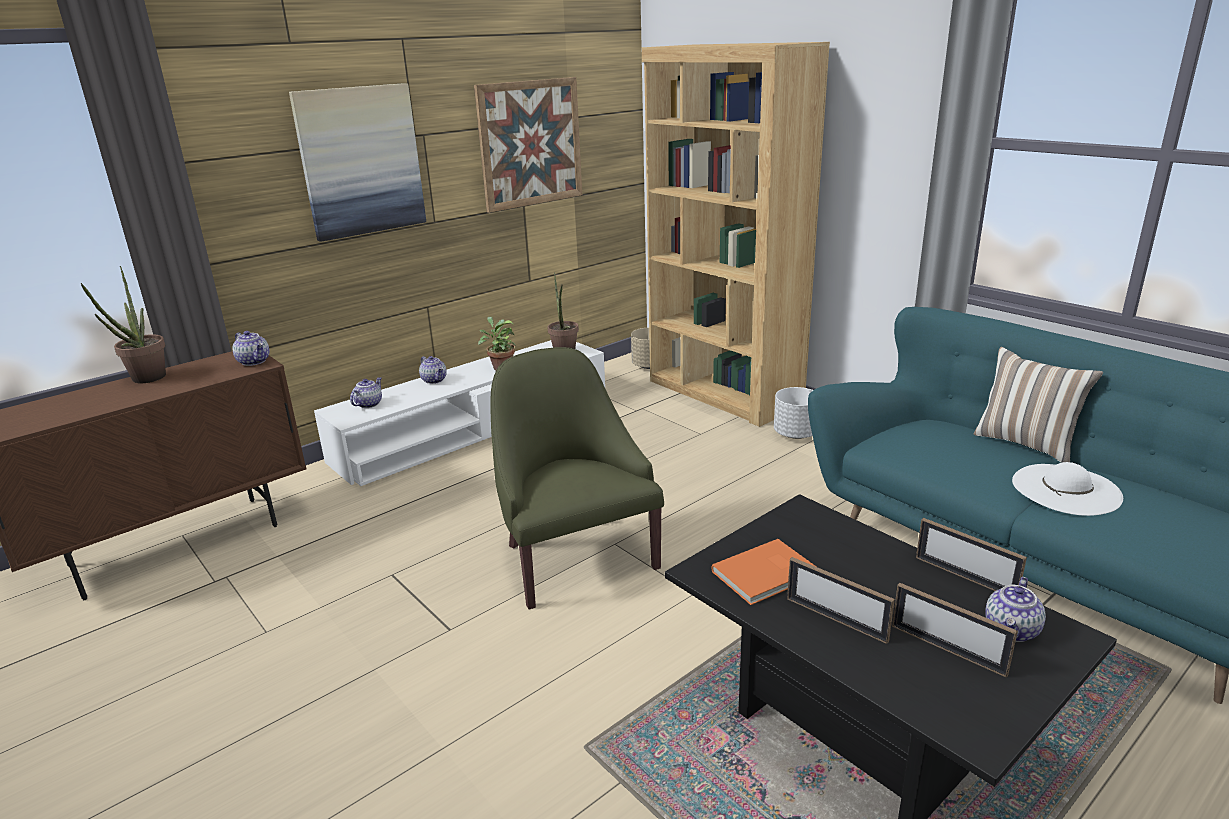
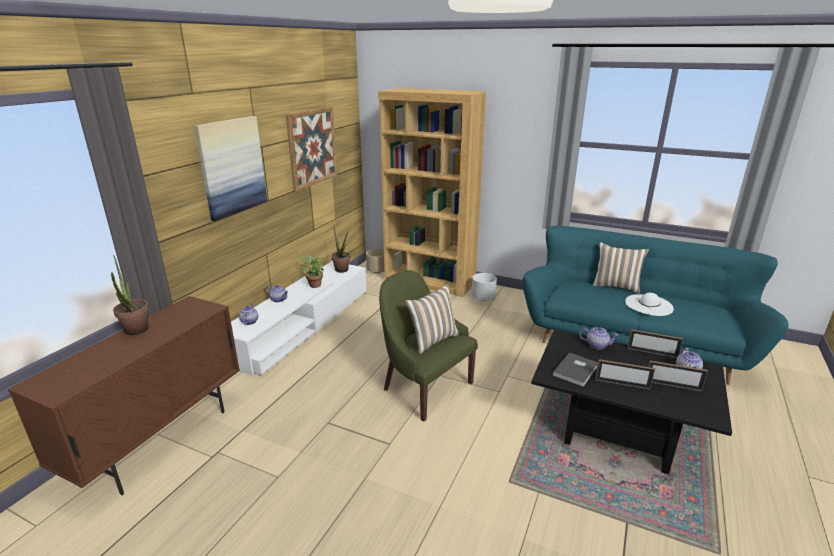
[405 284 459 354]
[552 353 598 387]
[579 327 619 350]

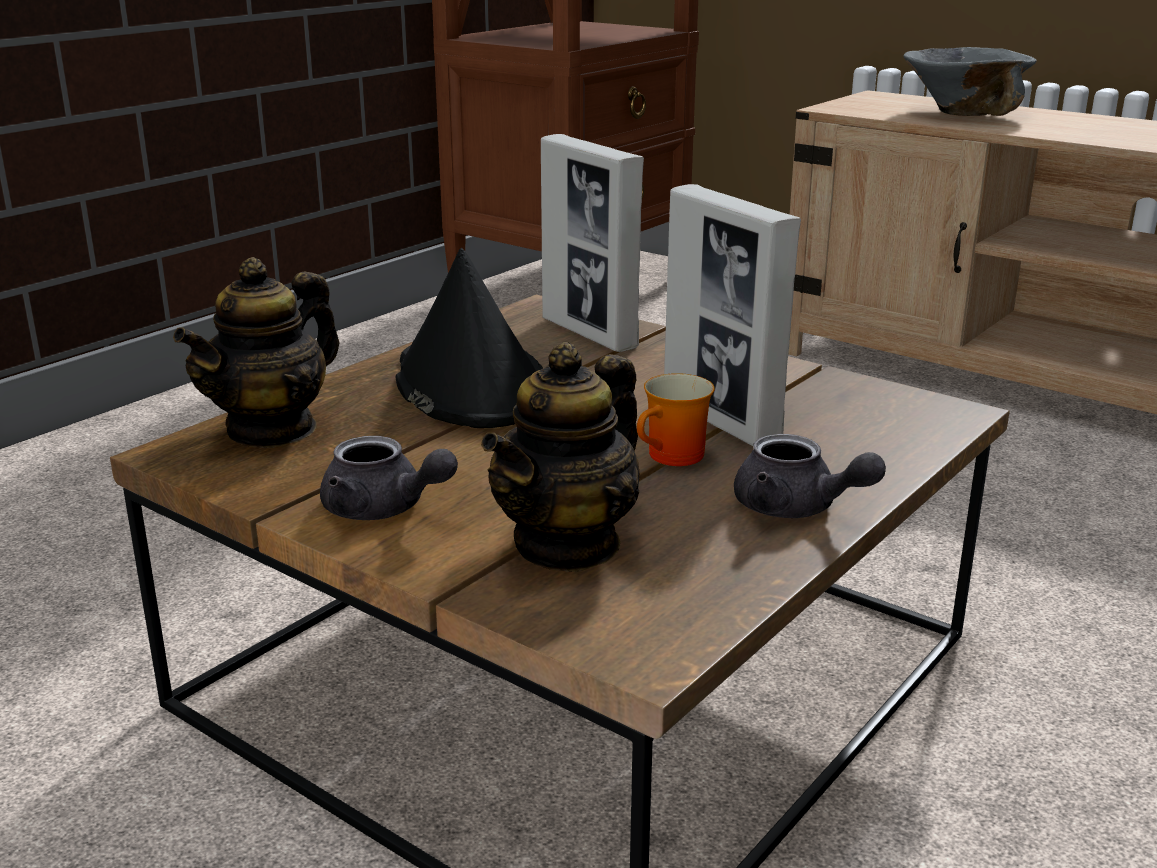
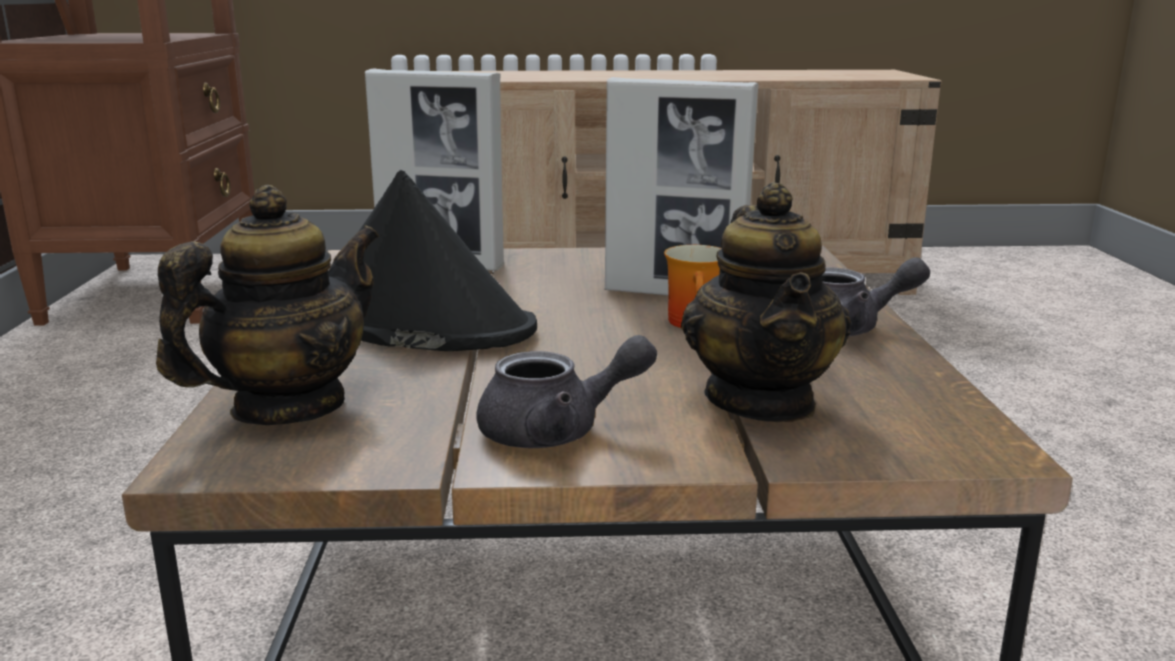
[156 185 379 425]
[904 47 1037 116] (first image)

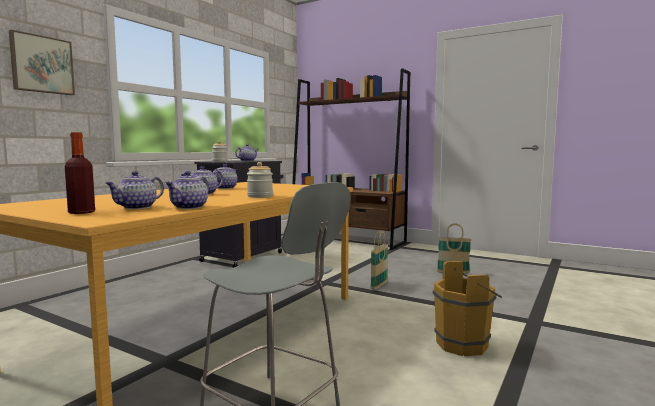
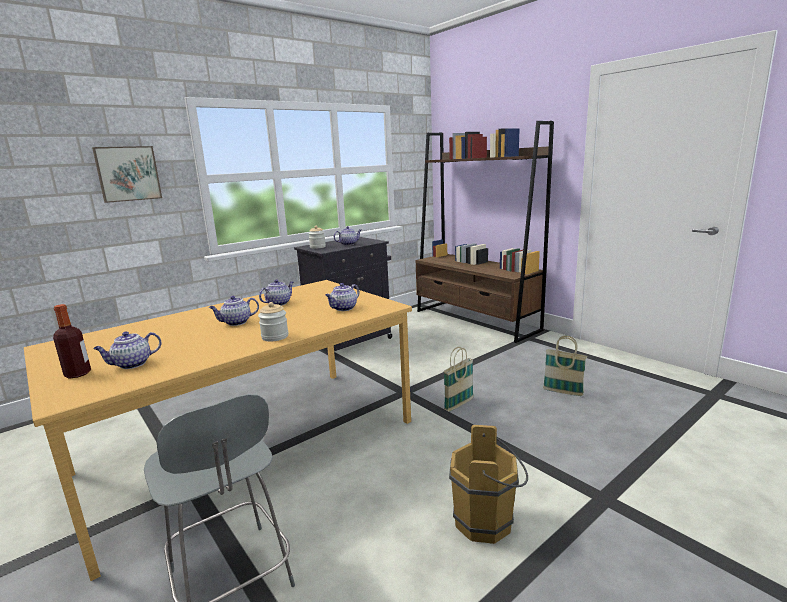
[325 283 360 311]

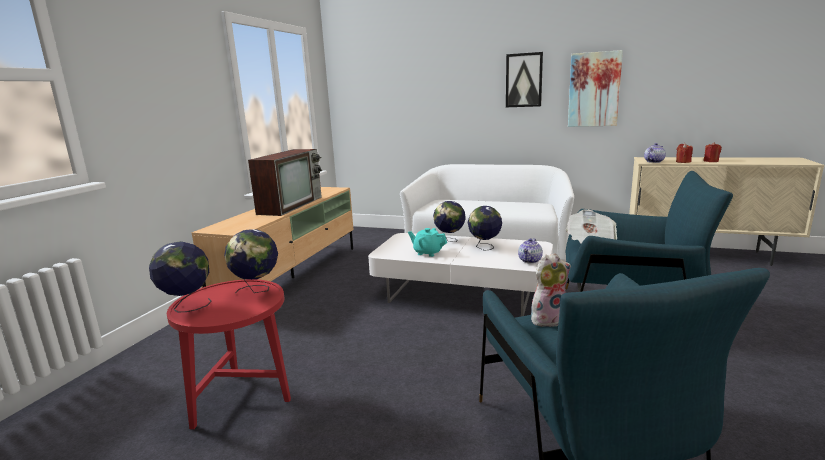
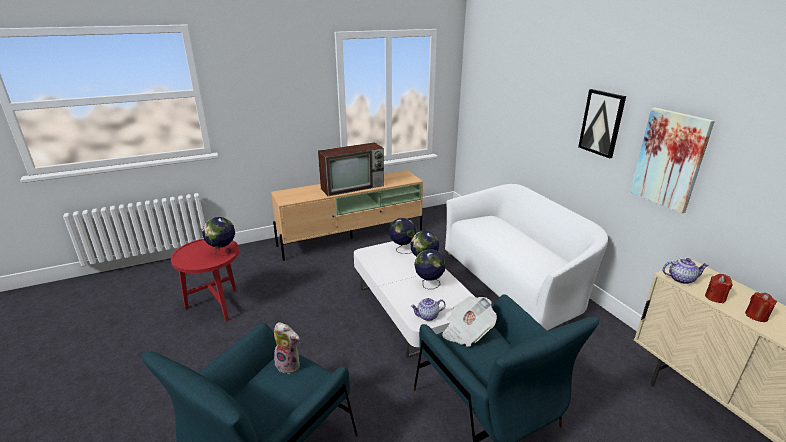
[389 218 416 254]
[408 228 447 257] (first image)

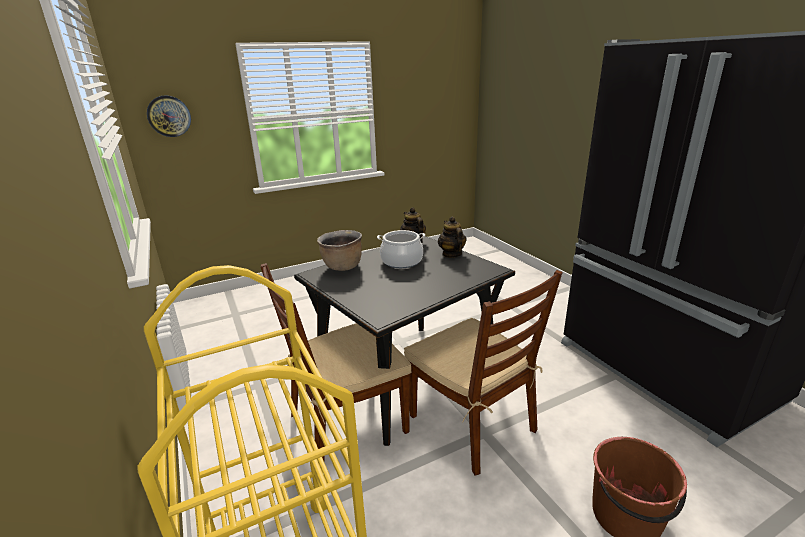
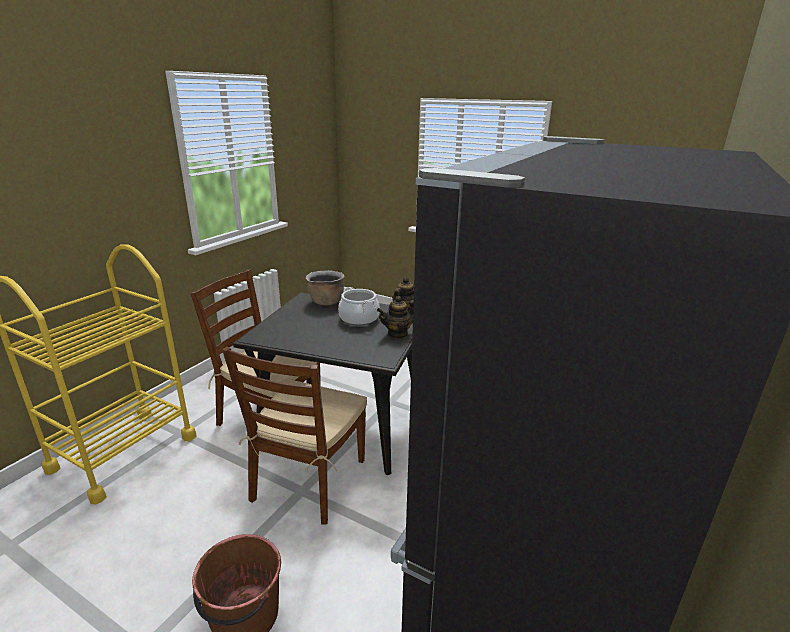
[377 296 414 339]
[147 95 191 137] (first image)

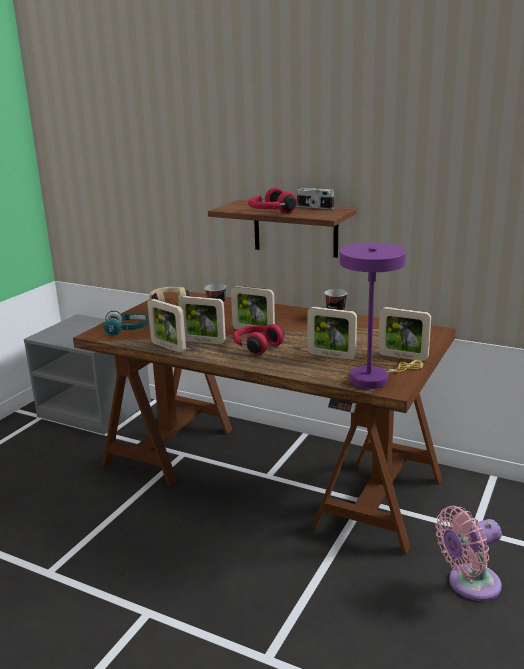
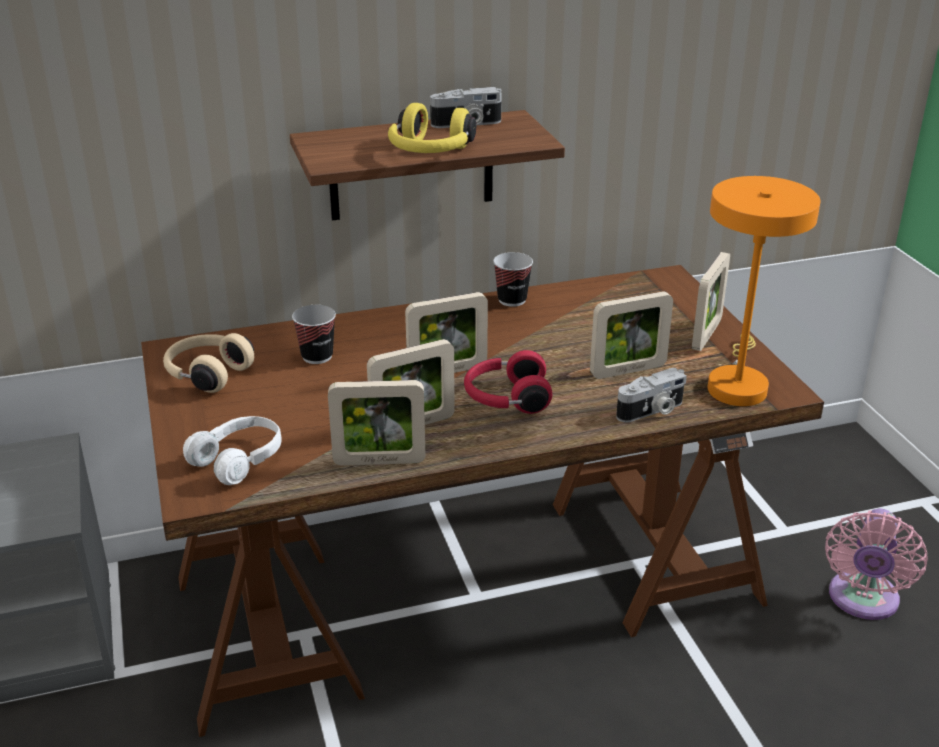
[183 416 282 485]
[388 103 476 153]
[616 368 687 422]
[692 252 730 351]
[708 176 821 406]

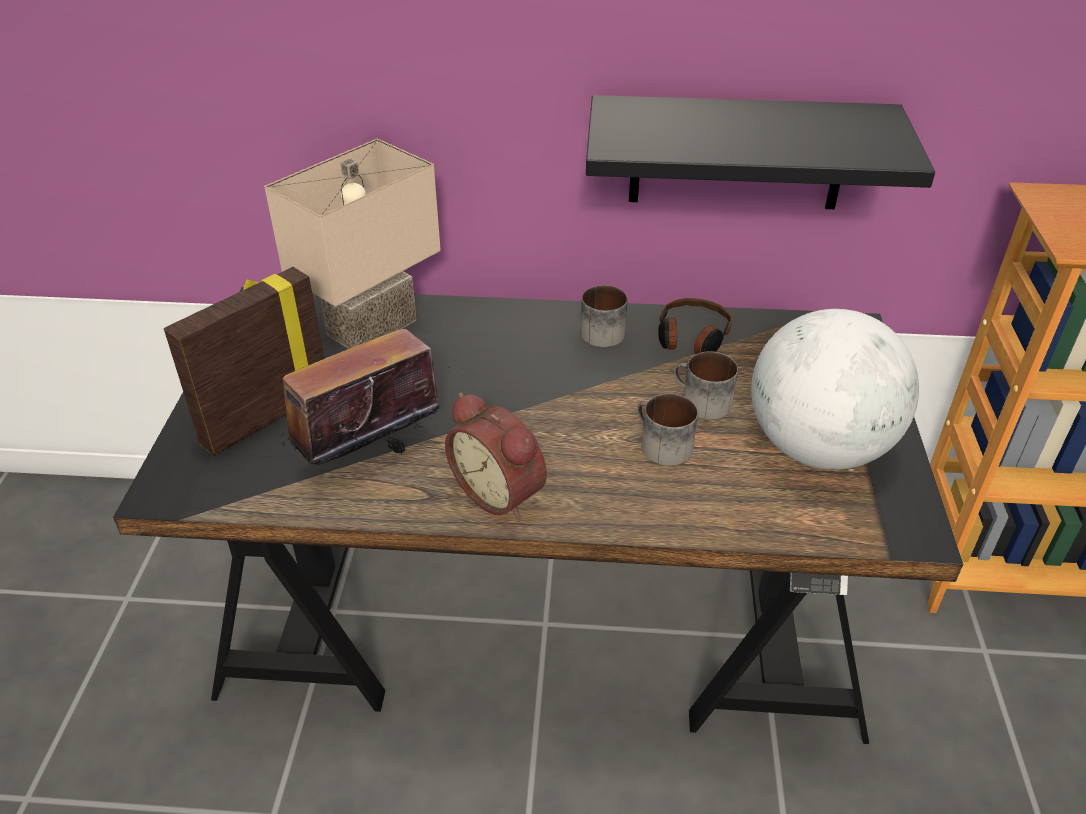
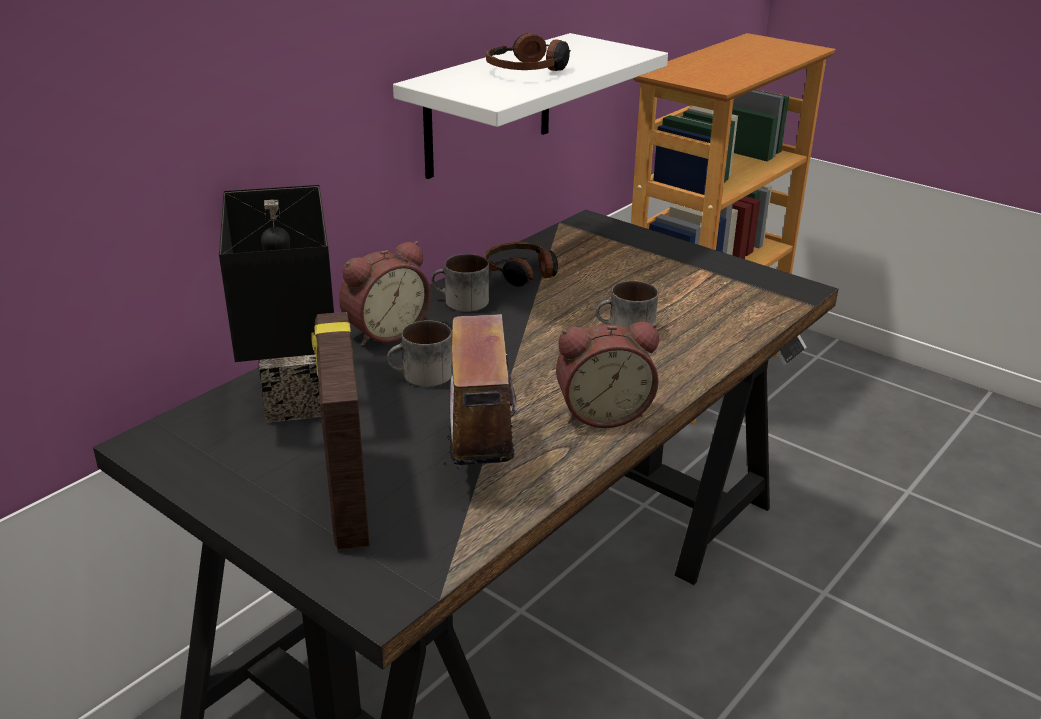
[219 185 334 423]
[339 241 431 346]
[386 320 452 387]
[393 33 668 179]
[486 33 571 71]
[751 309 919 469] (first image)

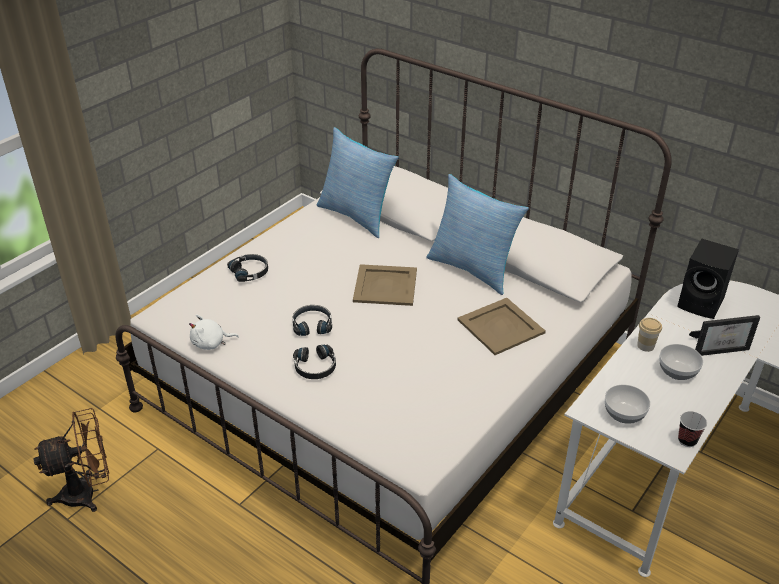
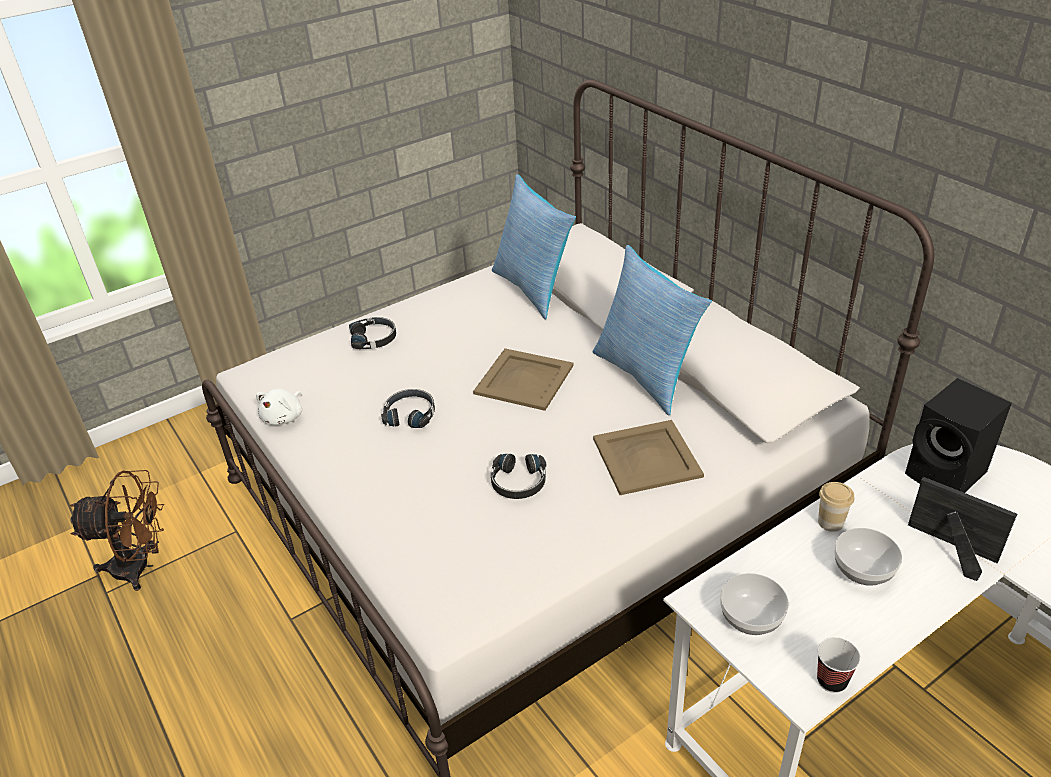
[256 389 302 425]
[491 454 546 499]
[908 477 1017 581]

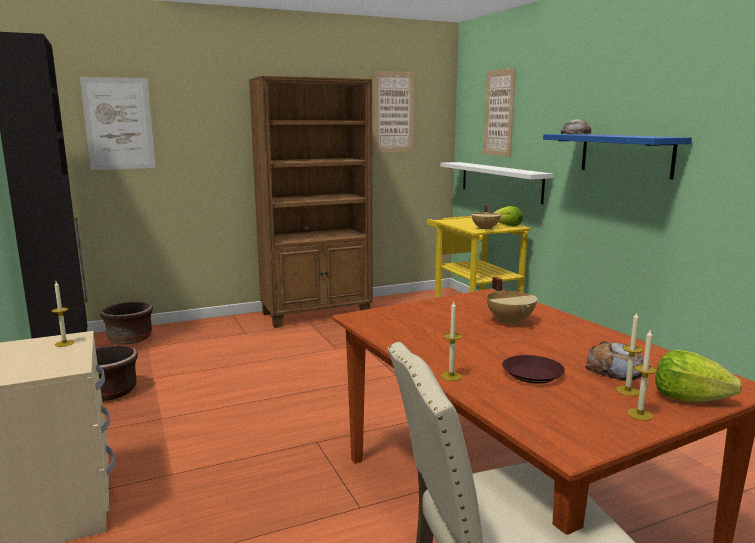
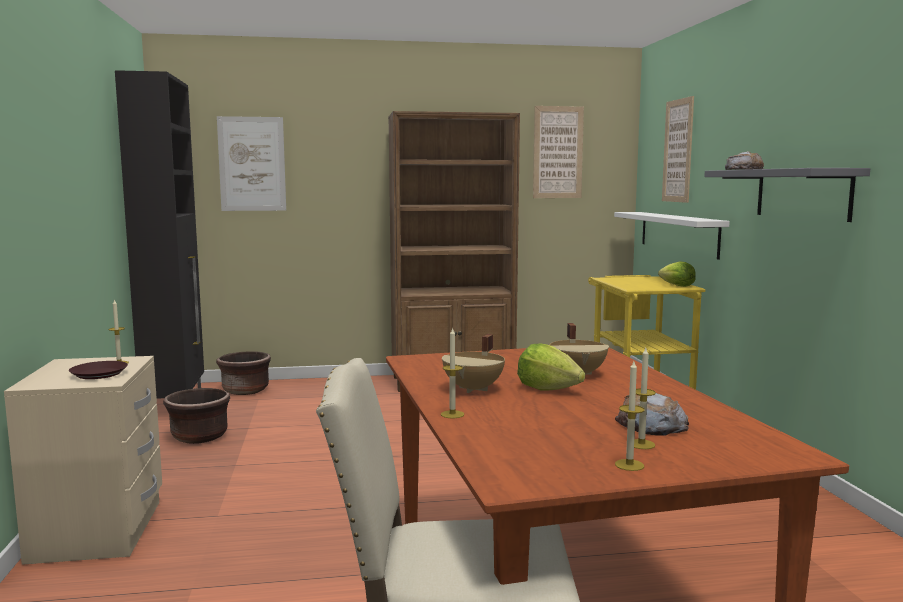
[69 361 128 379]
[442 334 505 393]
[517 344 585 390]
[704 168 870 222]

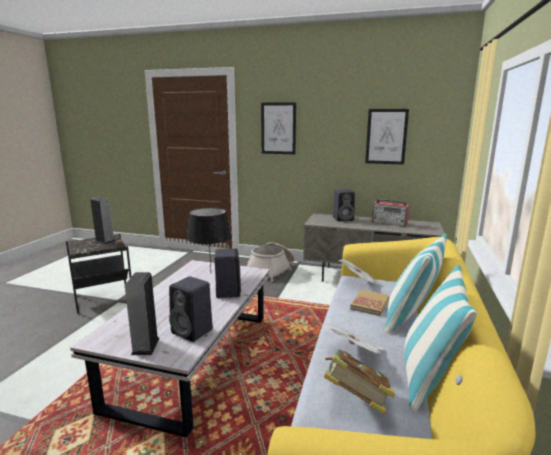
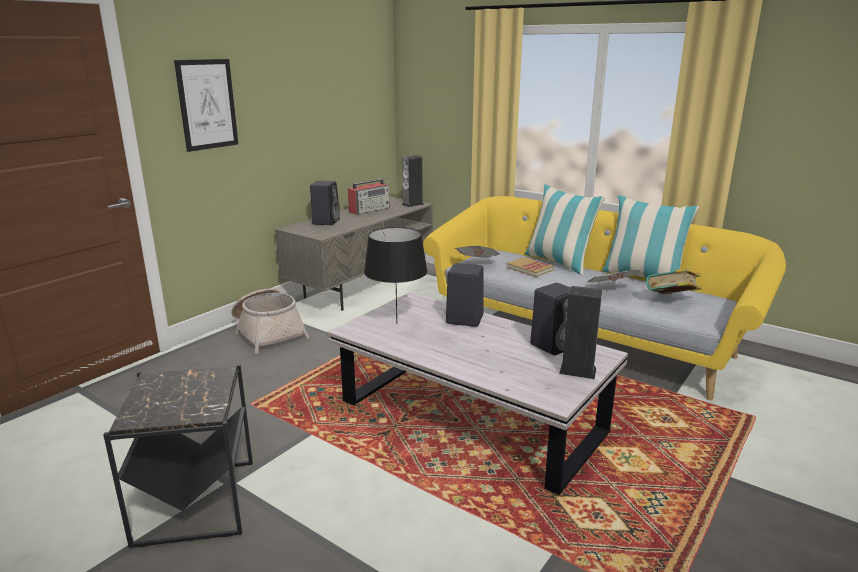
[402 155 424 207]
[365 109 409 165] (first image)

